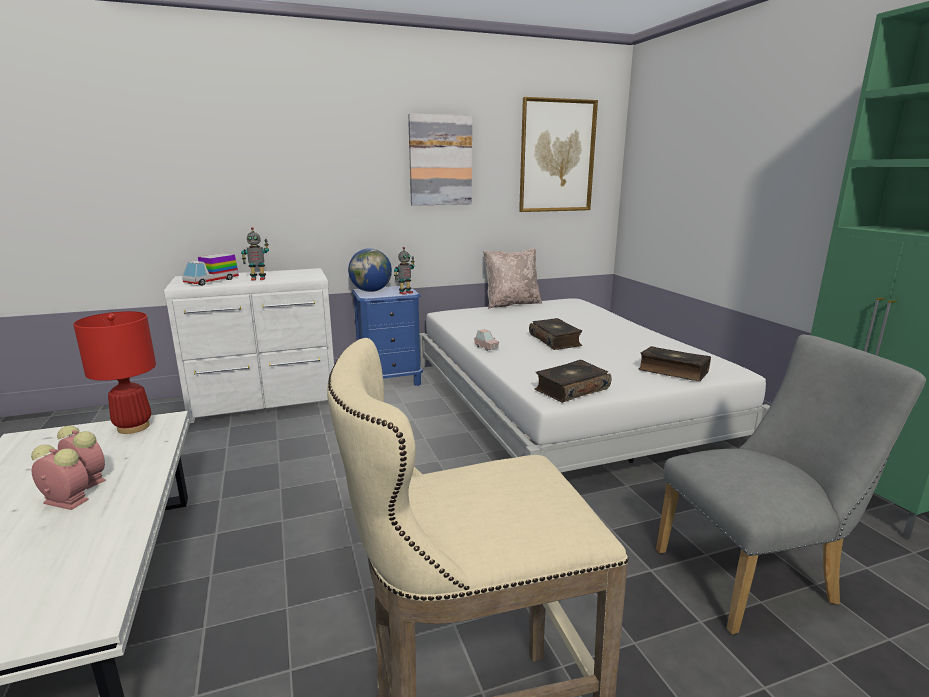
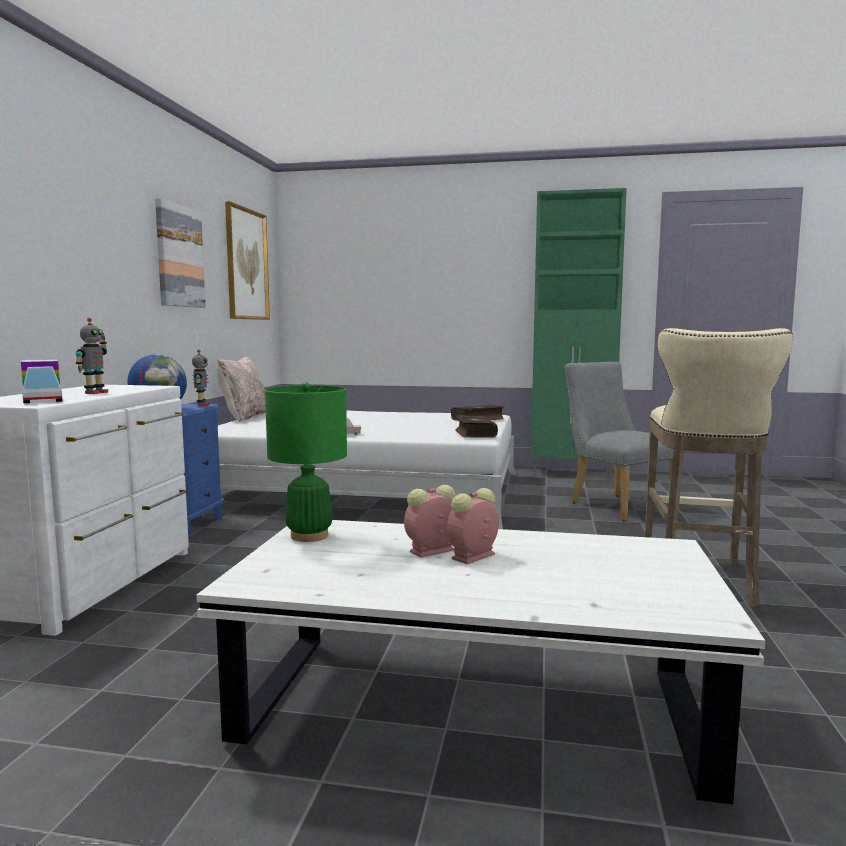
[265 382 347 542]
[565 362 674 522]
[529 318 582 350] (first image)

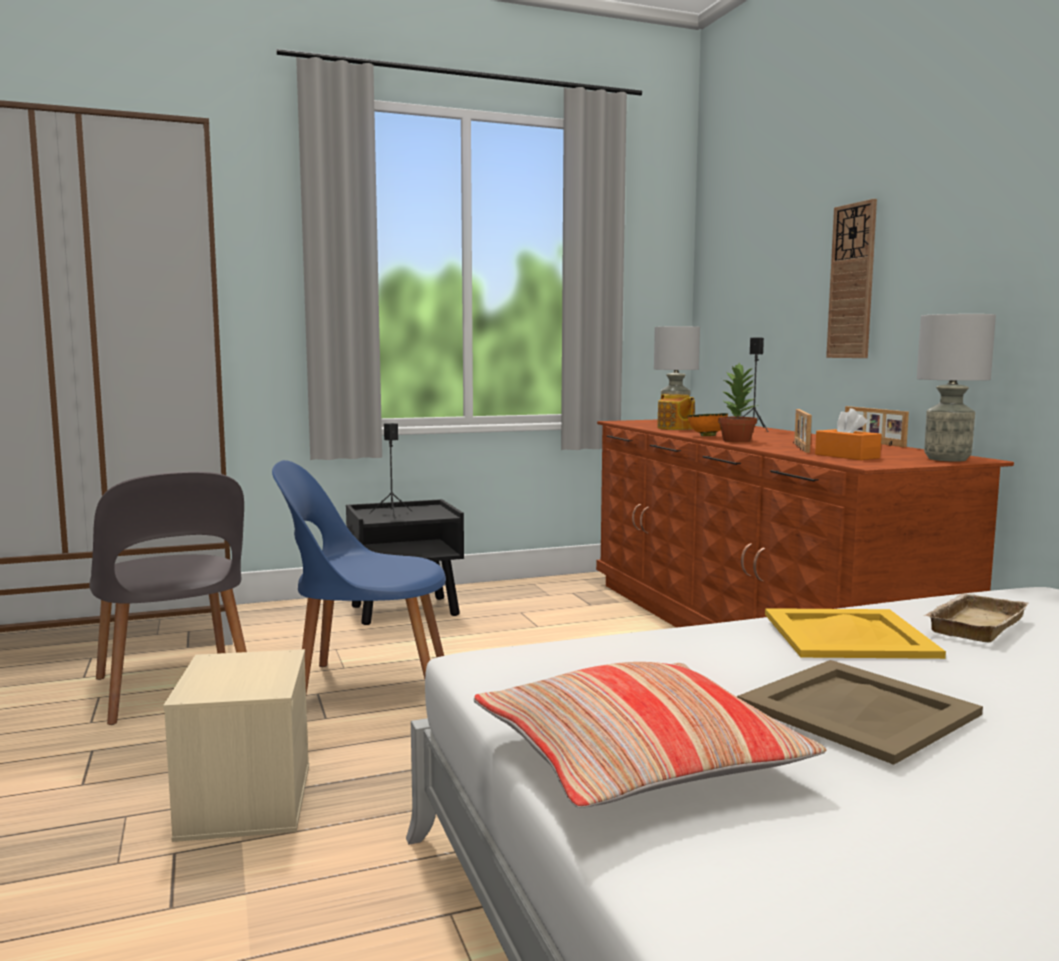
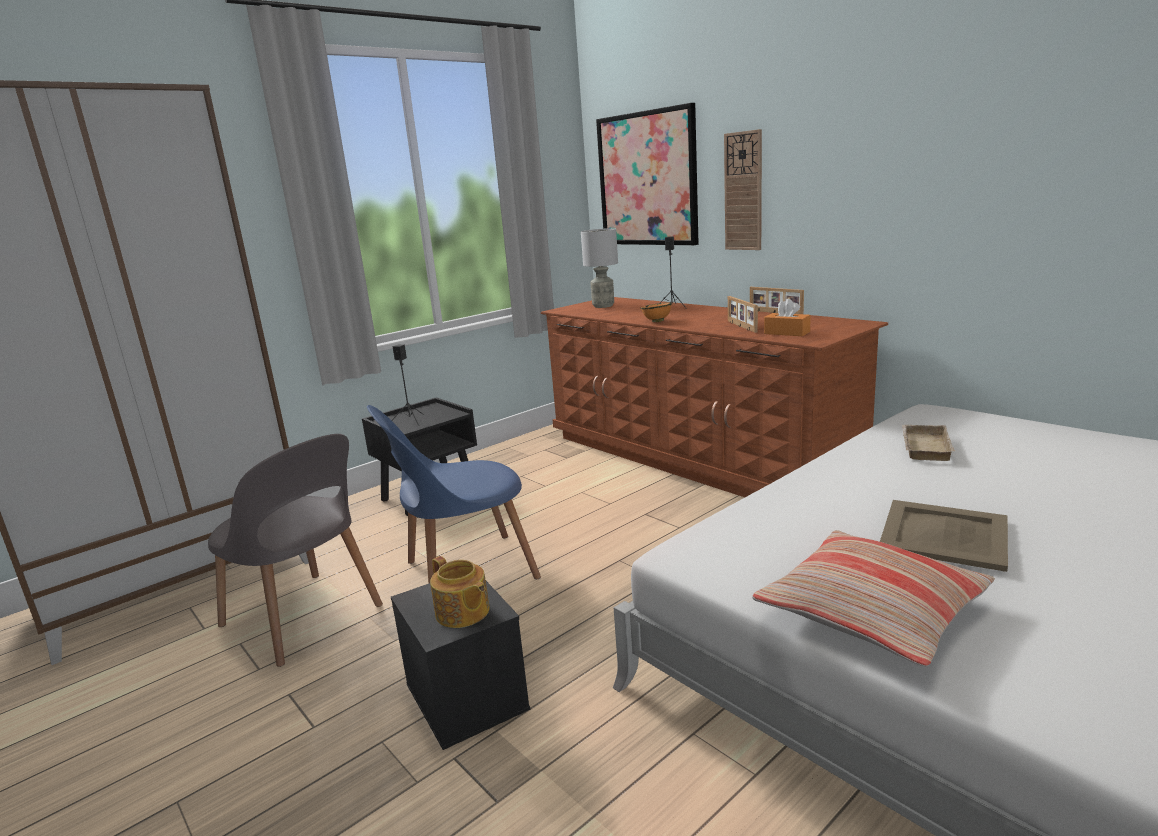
[391 581 530 750]
[430 556 490 628]
[596 103 699 245]
[718 363 758 442] (first image)
[765 608 946 659] (first image)
[917 314 996 462] (first image)

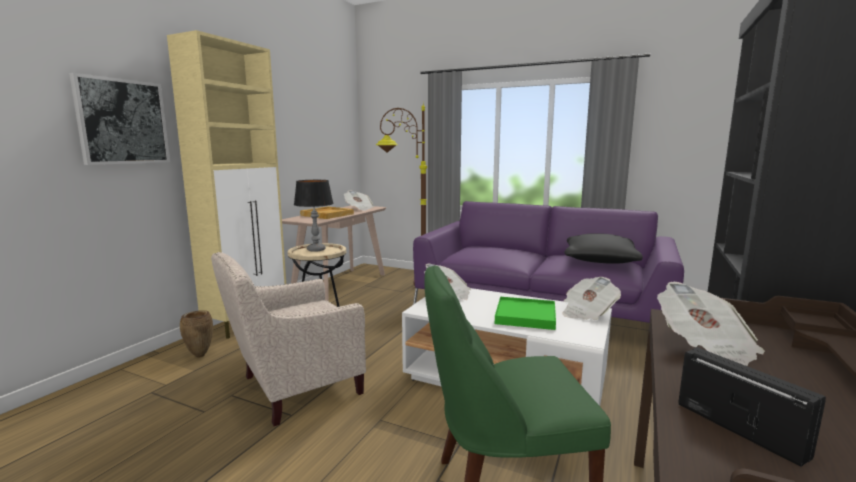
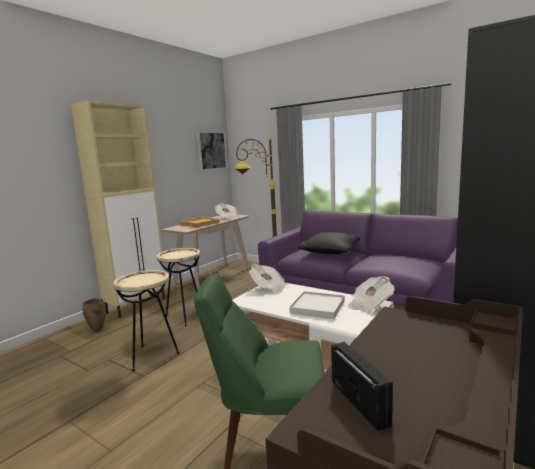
[113 270 179 371]
[197 131 227 171]
[289 291 345 319]
[298 232 360 254]
[294 180 334 252] (first image)
[657 282 765 366] (first image)

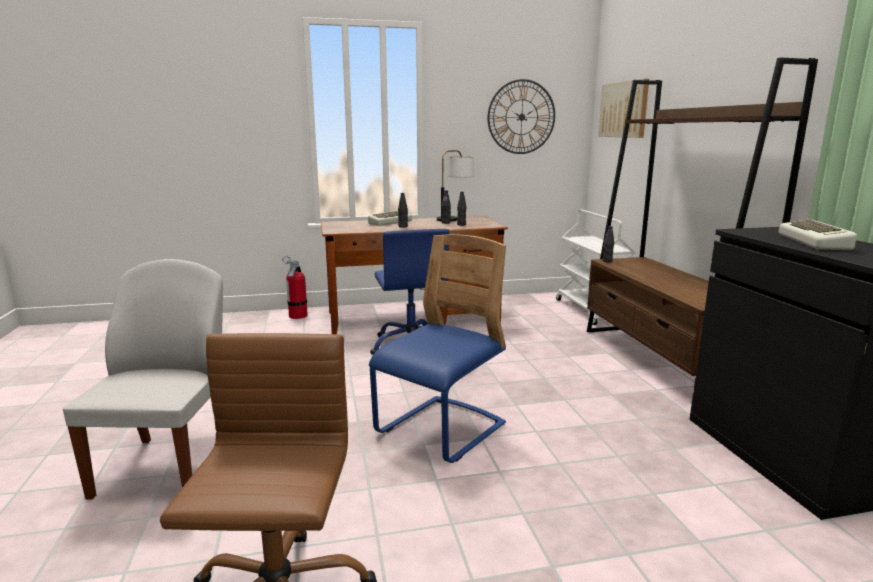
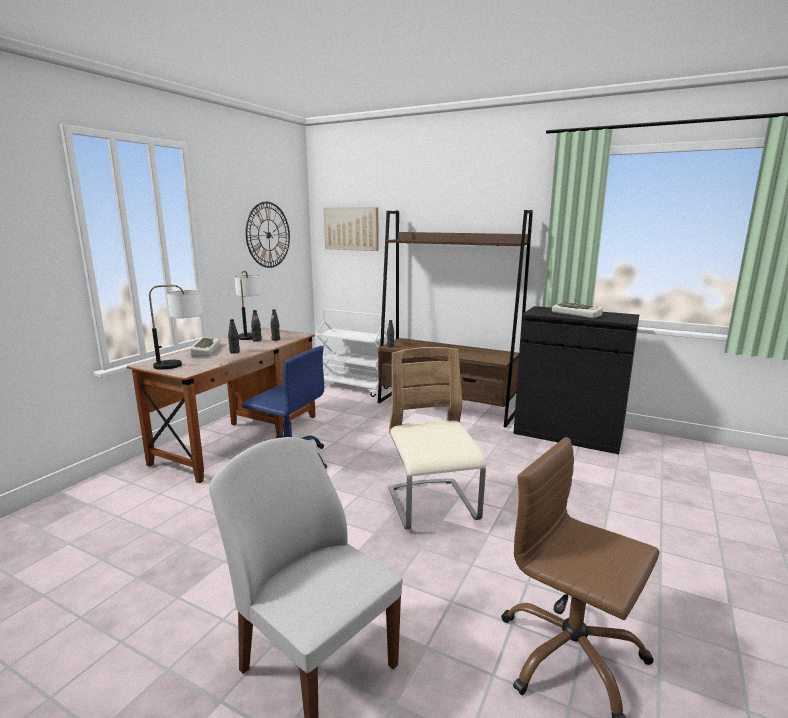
[149 285 202 370]
[388 347 486 529]
[282 256 308 319] (first image)

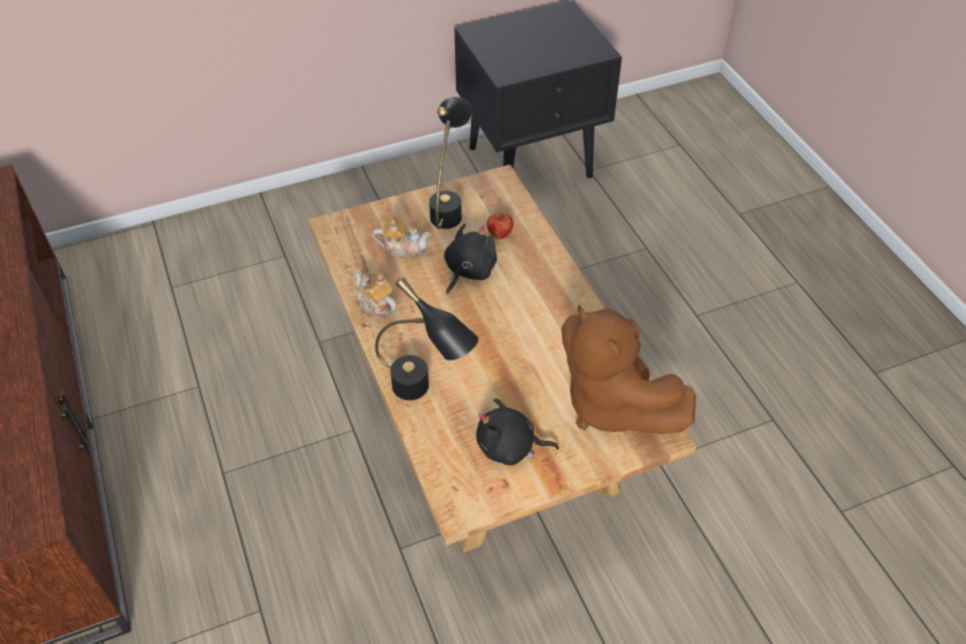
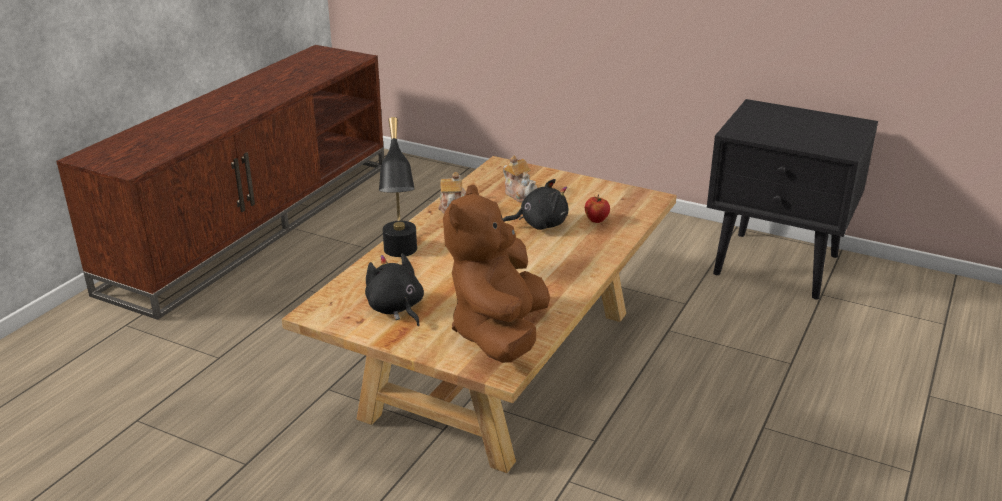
[429 97 472 229] (first image)

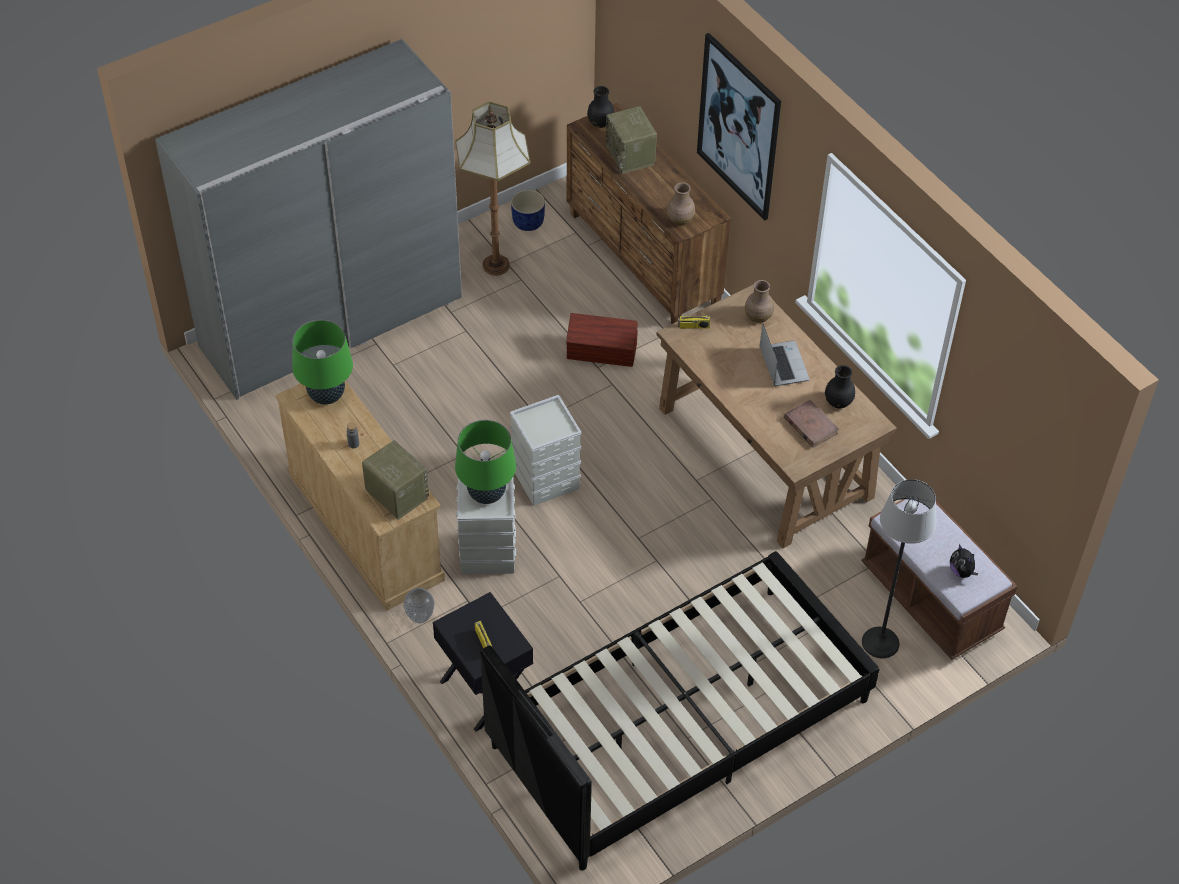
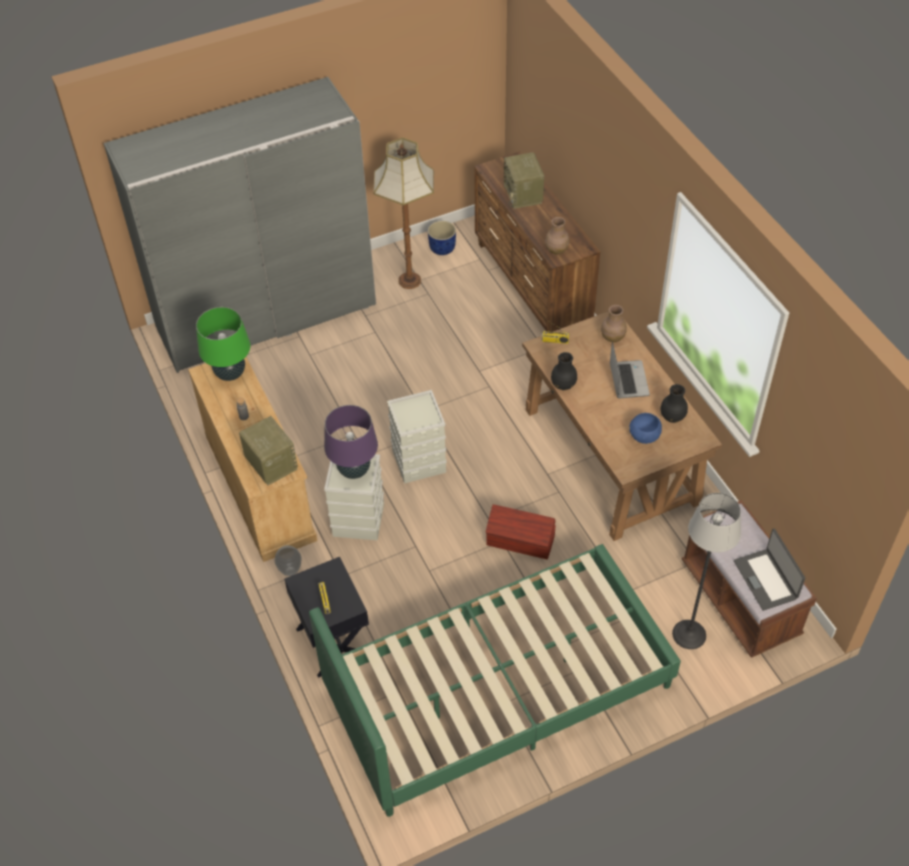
[309 544 681 817]
[324 405 378 479]
[486 504 556 559]
[551 352 577 390]
[629 413 662 444]
[734 528 805 611]
[697 33 781 220] (first image)

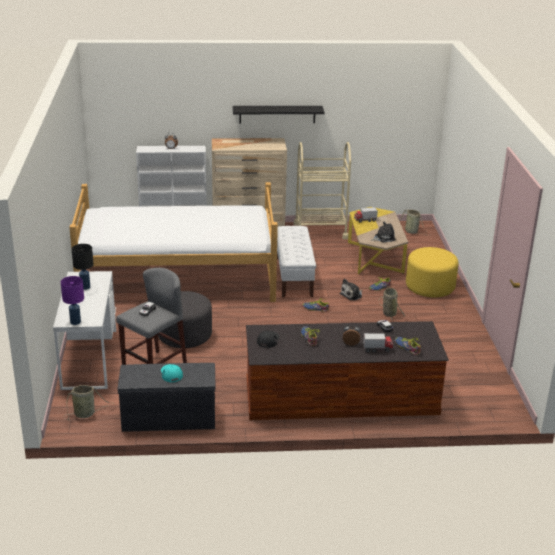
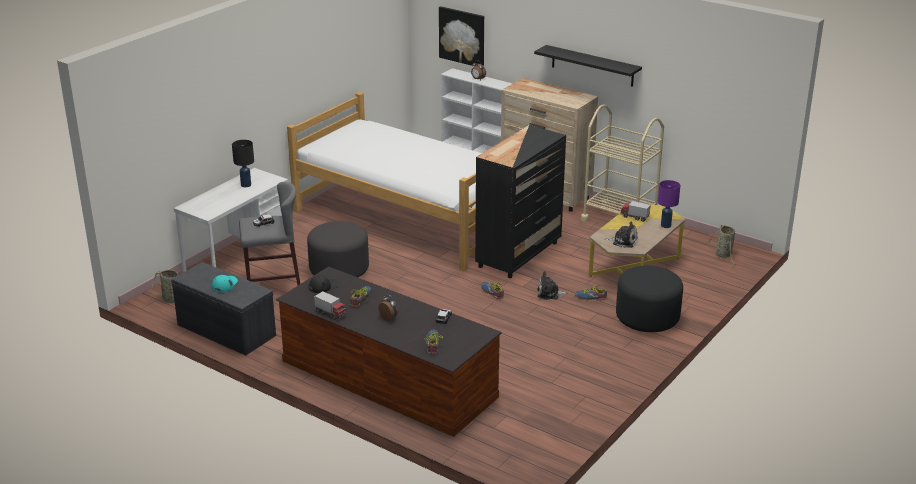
[314 291 347 320]
[439 6 484 66]
[475 125 566 278]
[616 266 683 332]
[658 180 680 228]
[378 288 405 321] (first image)

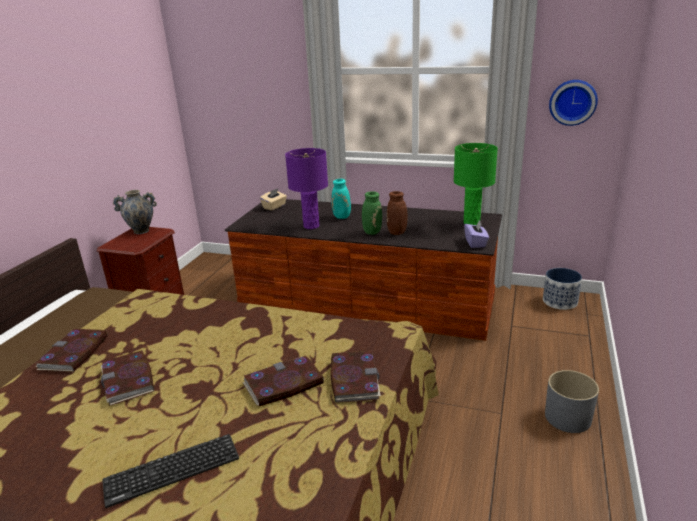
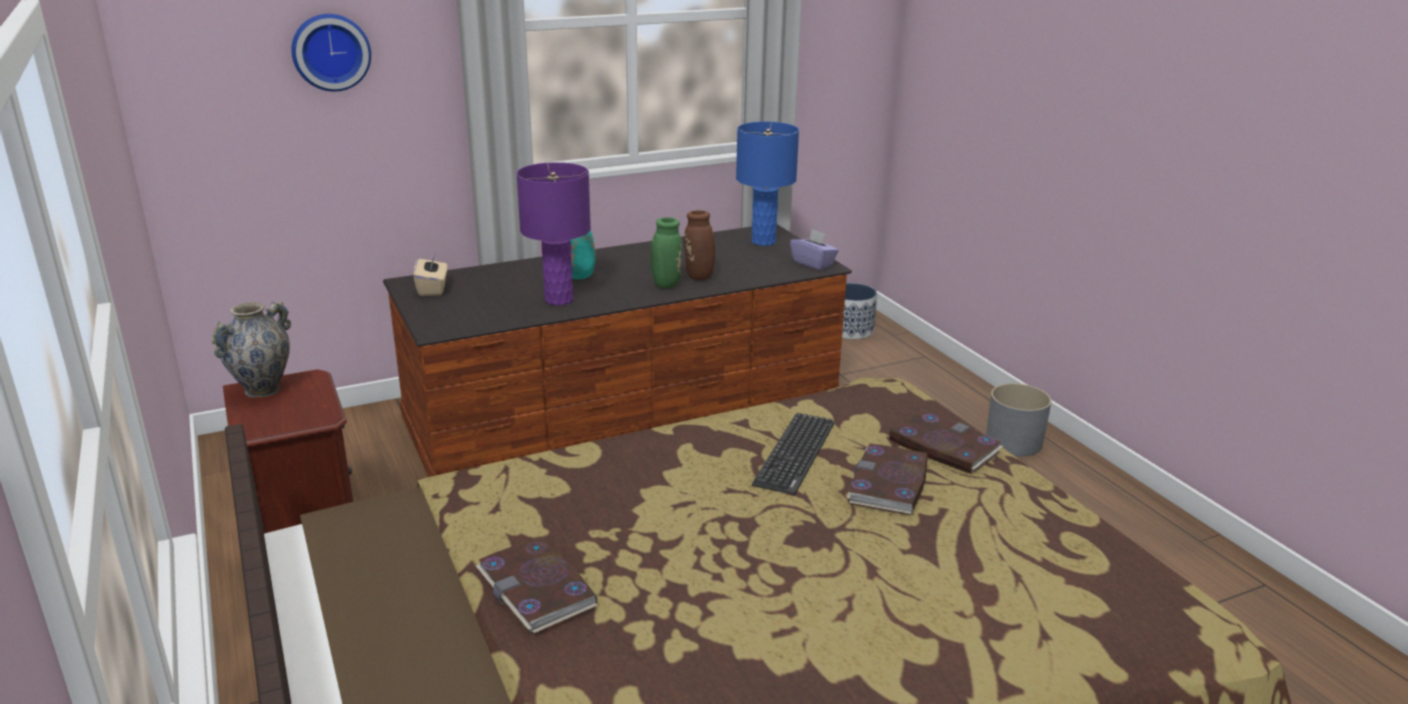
[292 14 371 92]
[736 122 799 246]
[752 413 834 495]
[101 350 154 406] (first image)

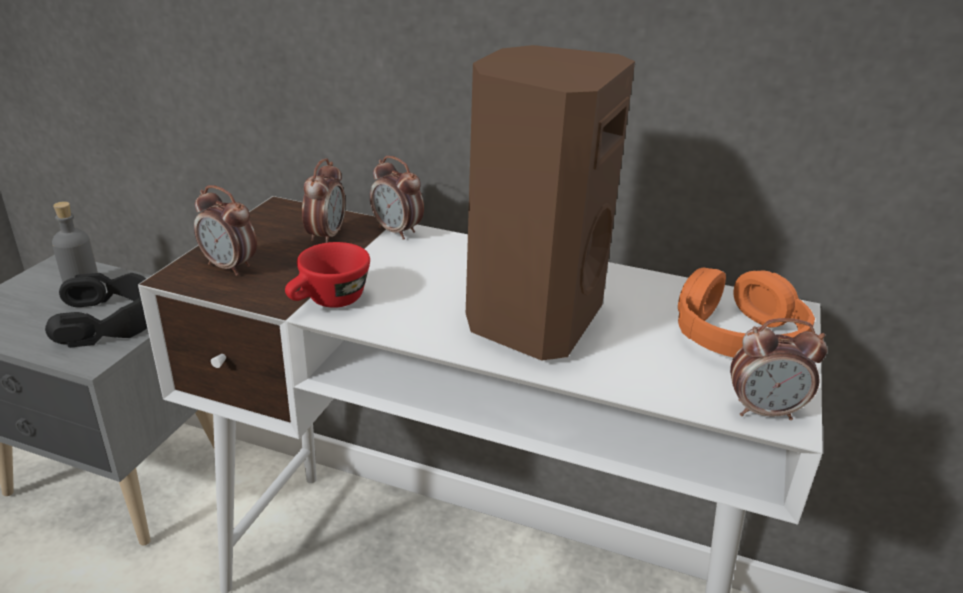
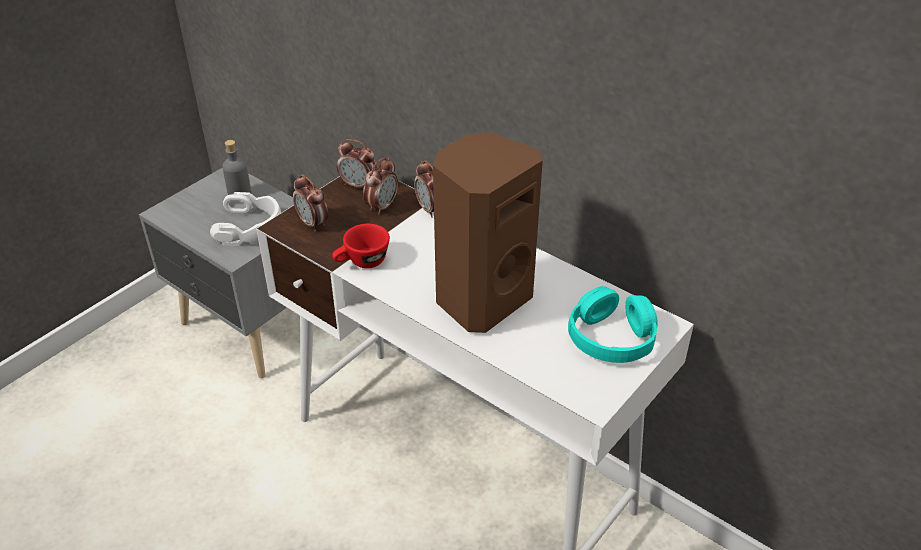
[210 192 281 246]
[337 139 377 188]
[568 286 658 363]

